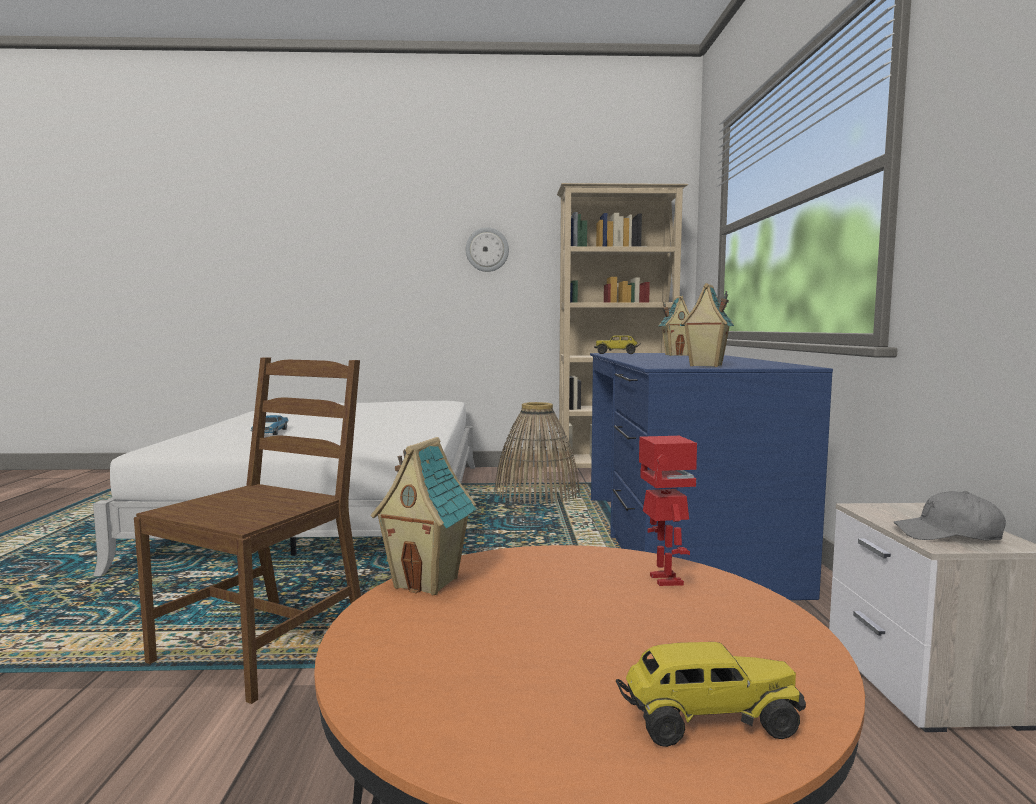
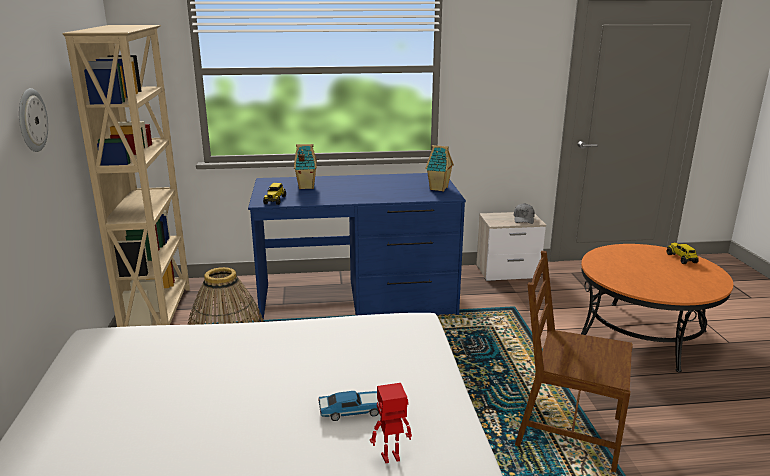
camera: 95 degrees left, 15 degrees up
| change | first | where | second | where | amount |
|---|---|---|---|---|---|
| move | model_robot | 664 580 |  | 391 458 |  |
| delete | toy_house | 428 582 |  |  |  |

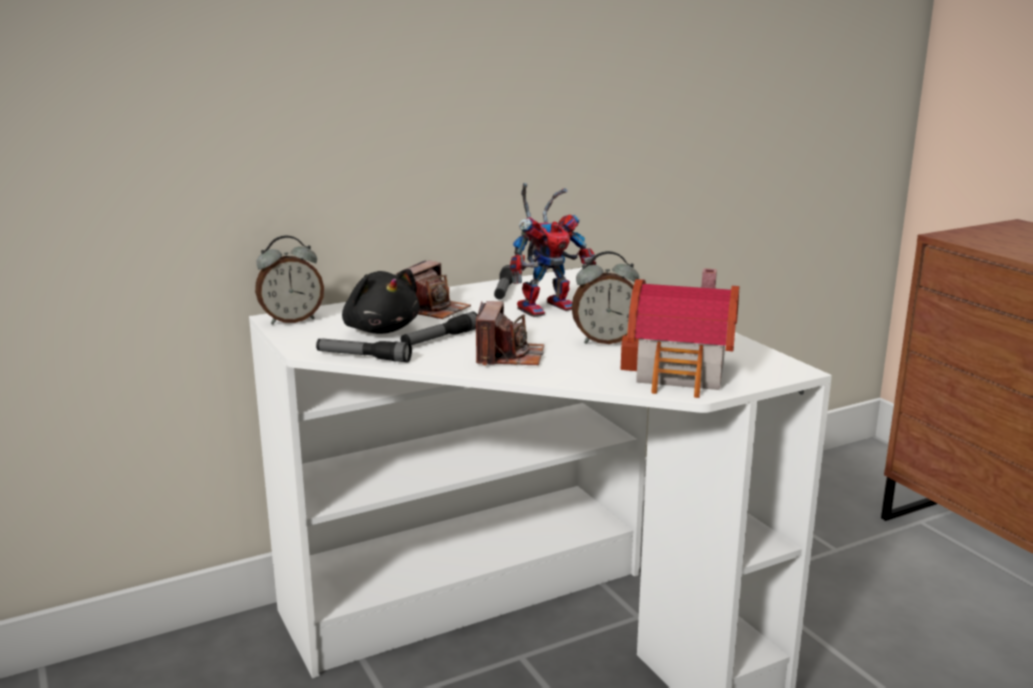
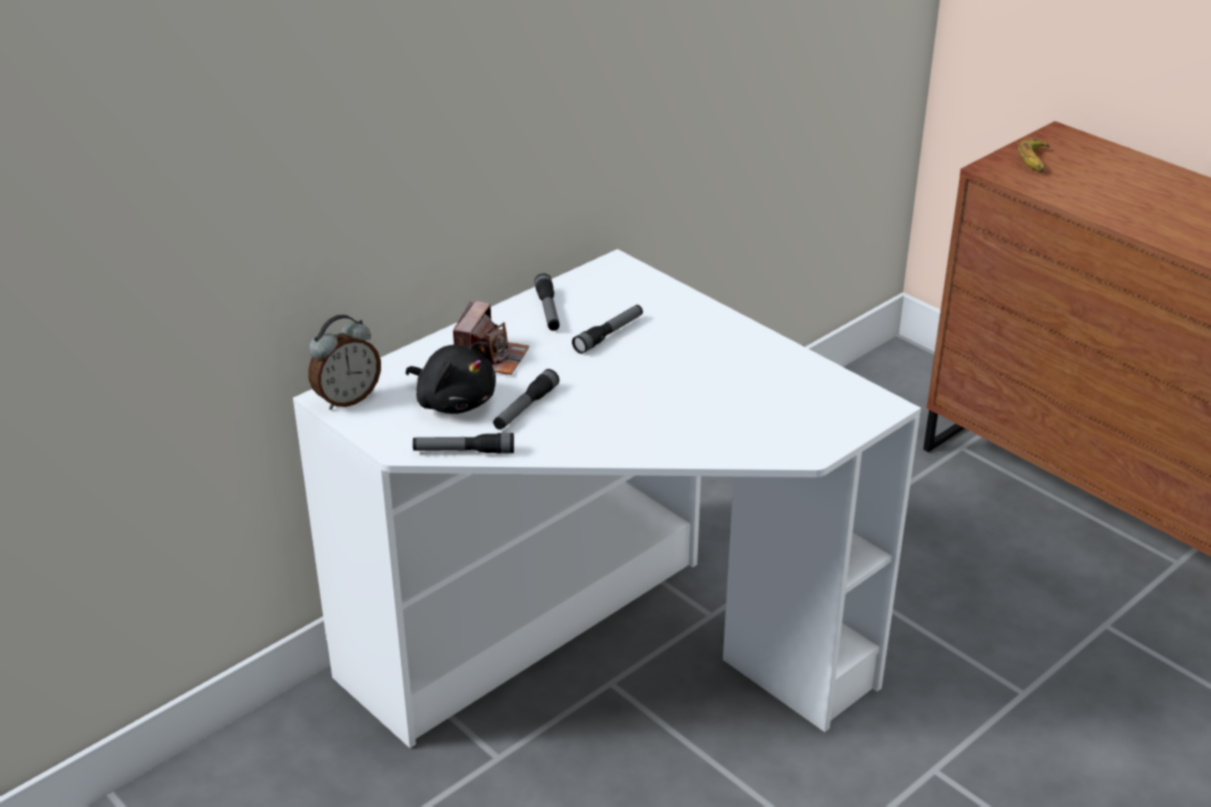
camera: 15 degrees left, 15 degrees up
| change | first | where | second | where | amount |
|---|---|---|---|---|---|
| replace | model_robot | 547 307 | torch | 609 335 |  |
| insert |  |  | banana_fruit | 1034 161 |  |
| delete | photo_camera | 509 356 |  |  |  |
| delete | table_clock | 605 340 |  |  |  |
| delete | toy_house | 683 374 |  |  |  |

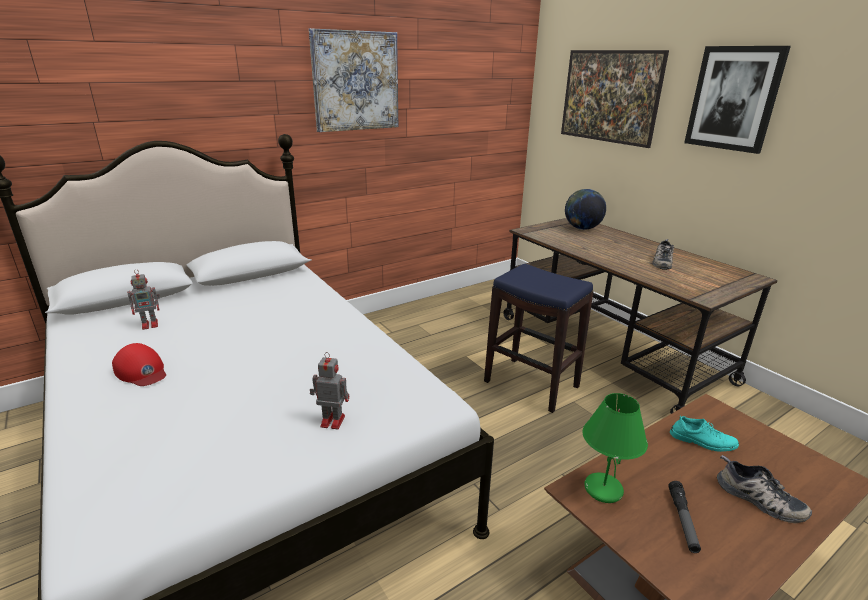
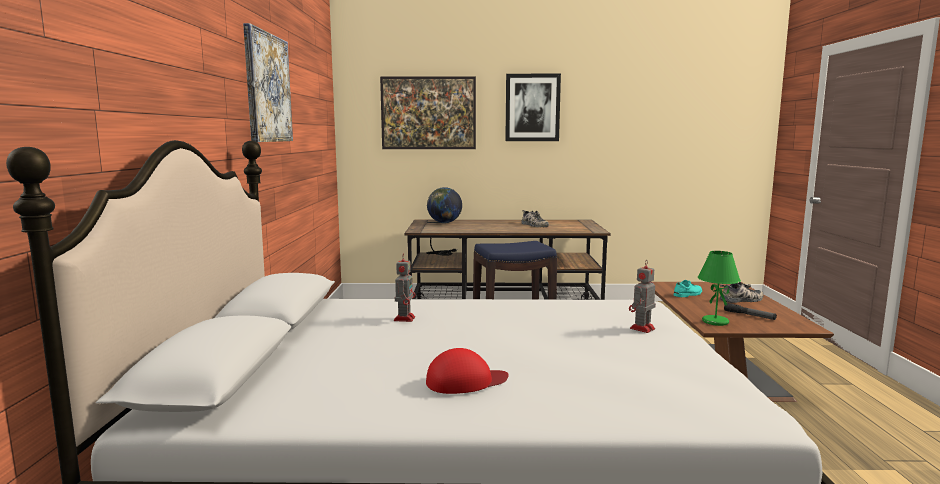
camera: 55 degrees left, 15 degrees down
| change | first | where | second | where | amount |
|---|---|---|---|---|---|
| move | model_robot | 151 324 |  | 404 318 |  |

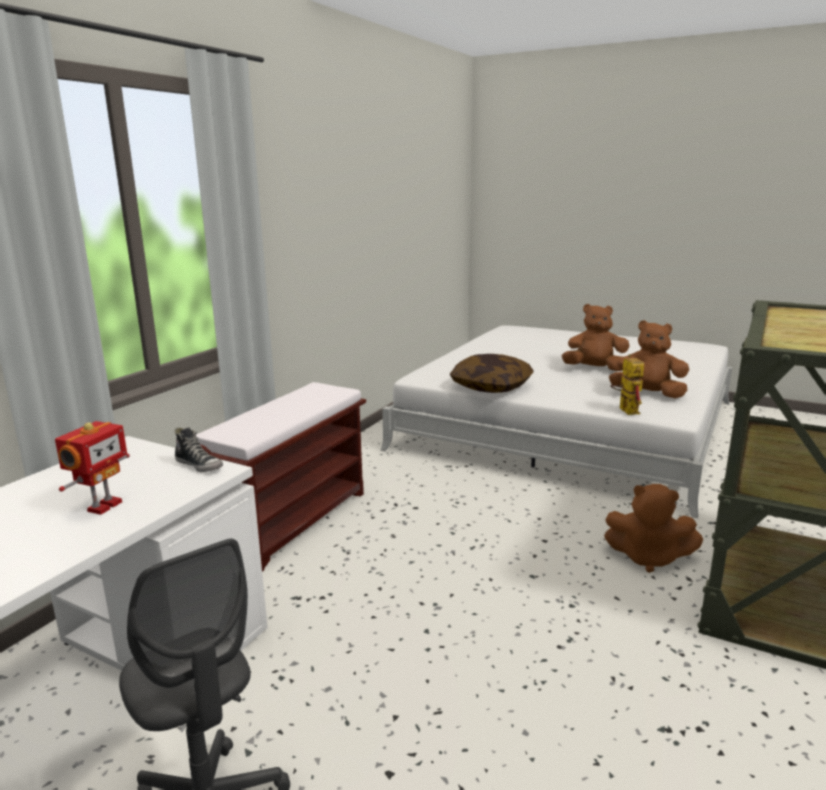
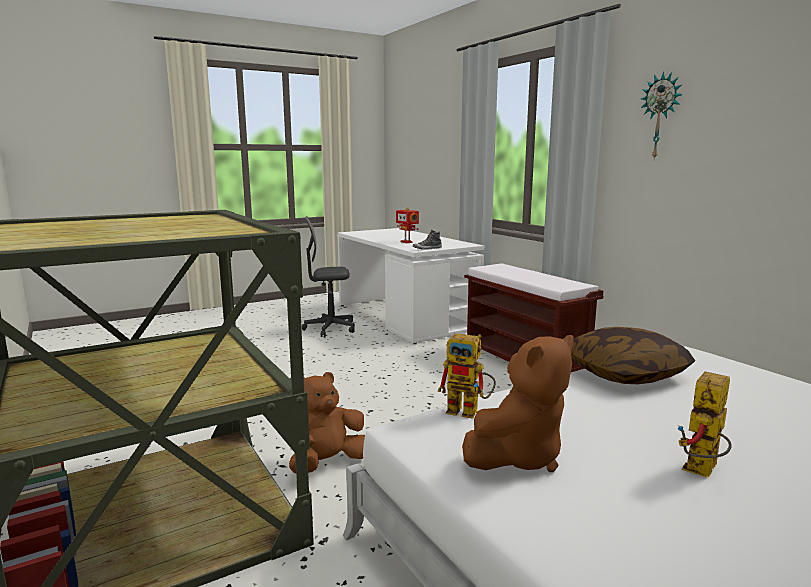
camera: 120 degrees right, 5 degrees down
| change | first | where | second | where | amount |
|---|---|---|---|---|---|
| insert |  |  | clock_on_the_wall | 660 116 |  |
| replace | brown-coloured_soft_toy | 594 369 | model_robot | 702 472 |  |

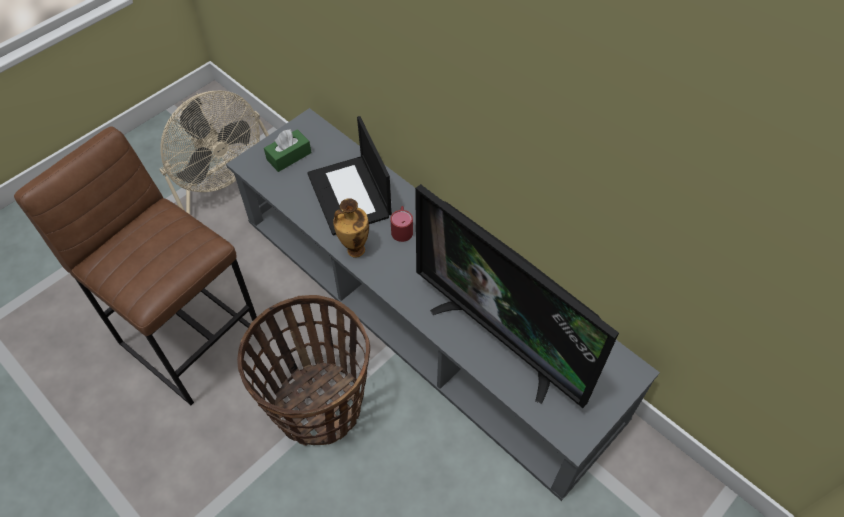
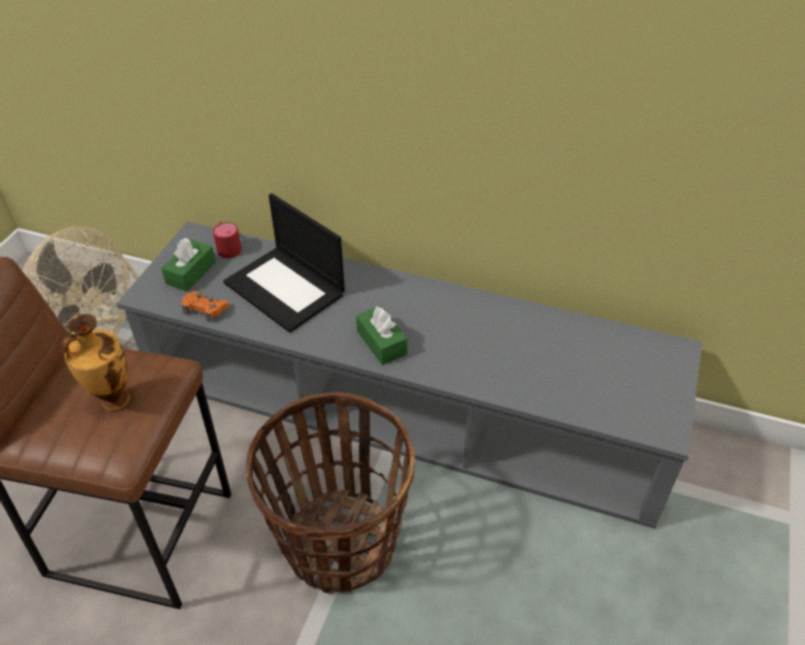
camera: 25 degrees left, 10 degrees down
| change | first | where | second | where | amount |
|---|---|---|---|---|---|
| move | flower_vase | 354 250 |  | 113 400 |  |
| insert |  |  | orangey_gamepad | 205 309 |  |
| move | red_coffee_mug | 402 228 |  | 227 246 |  |
| insert |  |  | green_tissue_holder | 381 342 |  |
| delete | TV_set | 501 338 |  |  |  |

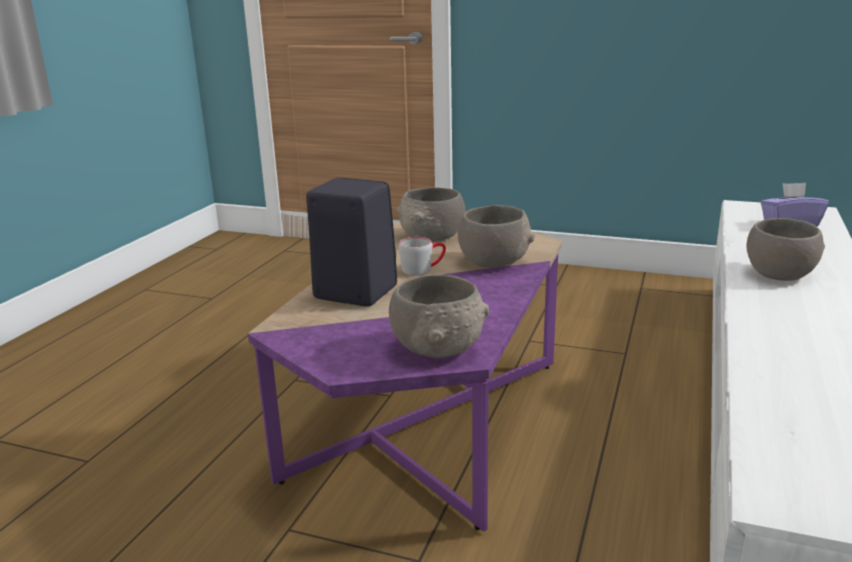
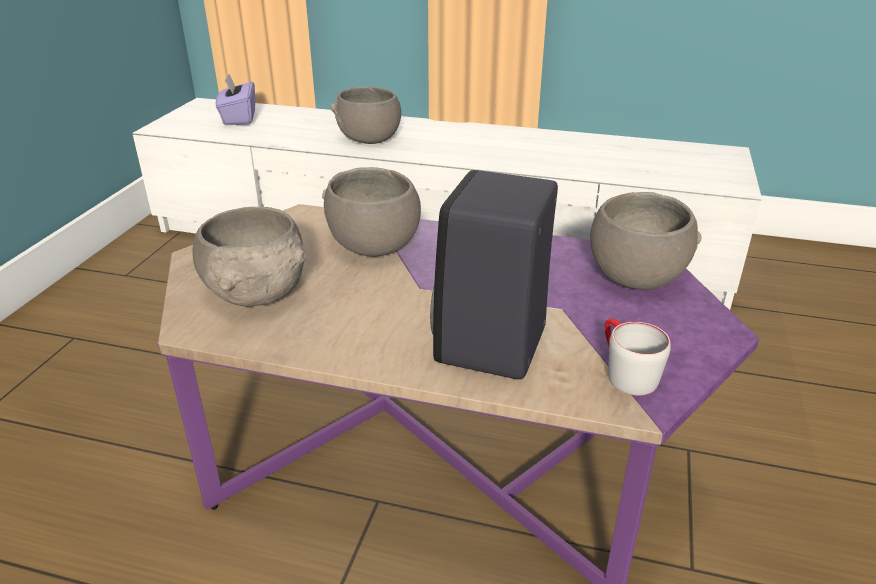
camera: 95 degrees left, 10 degrees up
| change | first | where | second | where | amount |
|---|---|---|---|---|---|
| move | grey_coffee_mug | 423 269 |  | 624 372 |  |

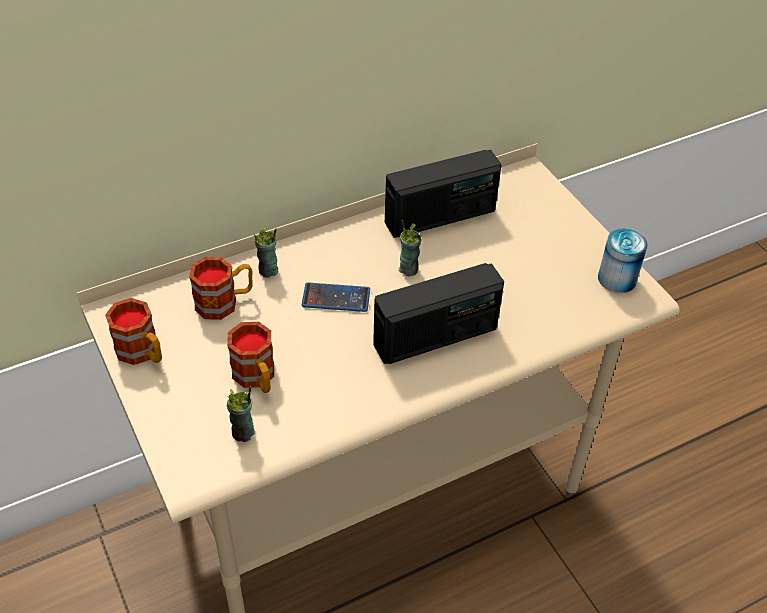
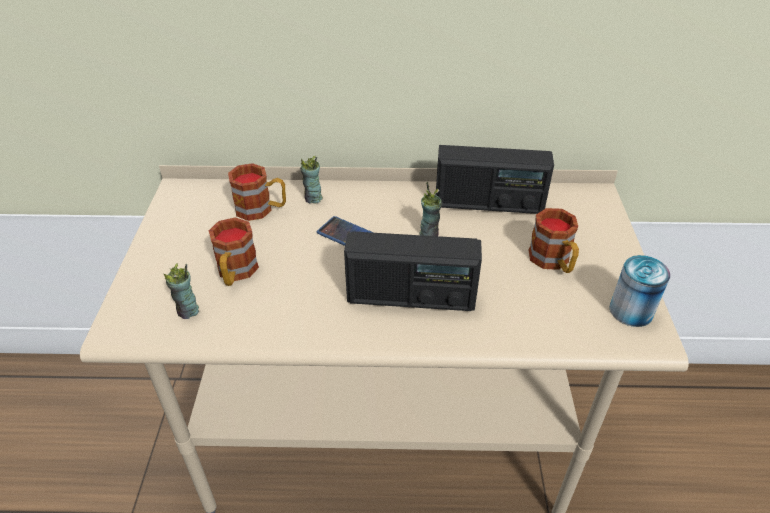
camera: 30 degrees right, 5 degrees down
| change | first | where | second | where | amount |
|---|---|---|---|---|---|
| move | coffee_mug | 142 353 |  | 553 262 |  |

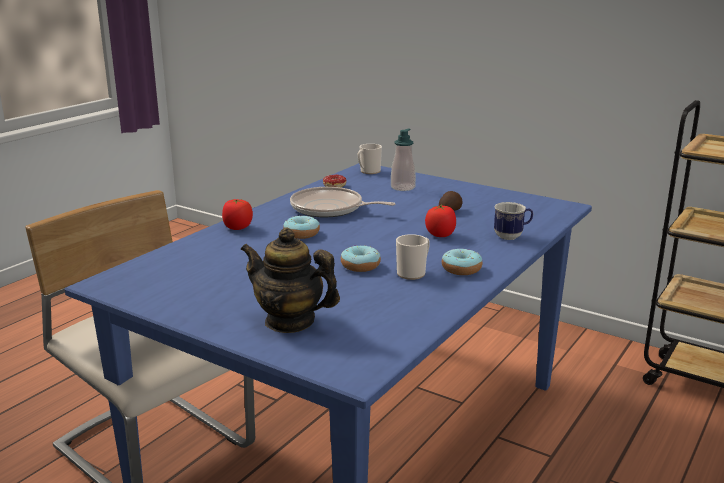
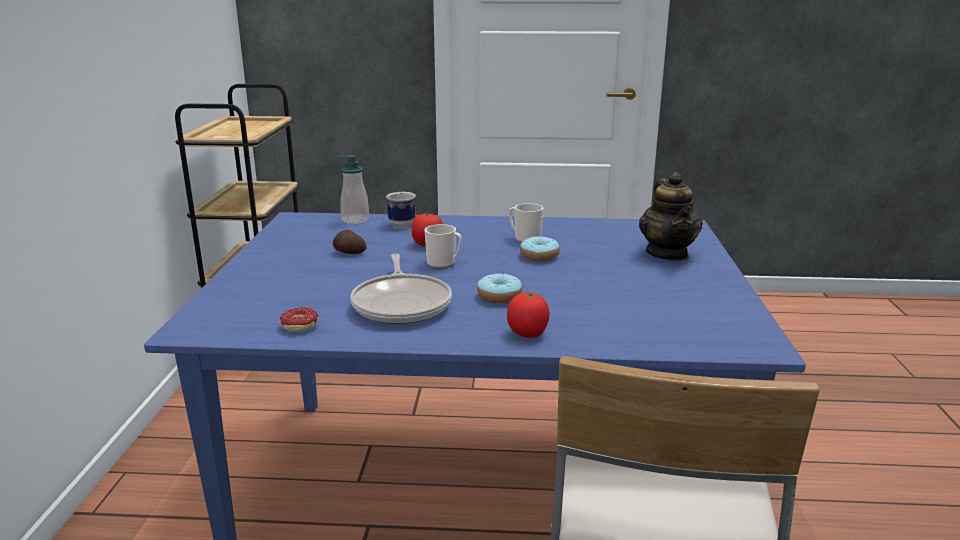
camera: 120 degrees left, 0 degrees up
| change | first | where | second | where | amount |
|---|---|---|---|---|---|
| move | liquid_soap_bottle | 402 187 |  | 355 220 |  |
| move | coffee_mug | 368 171 |  | 444 263 |  |
| delete | ring_doughnut | 461 269 |  |  |  |

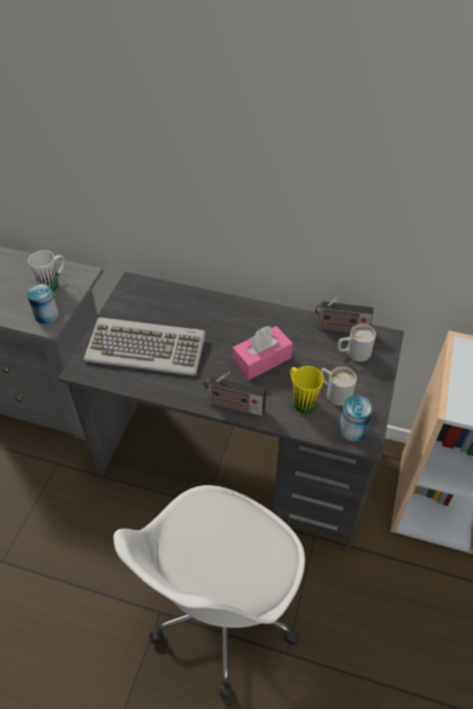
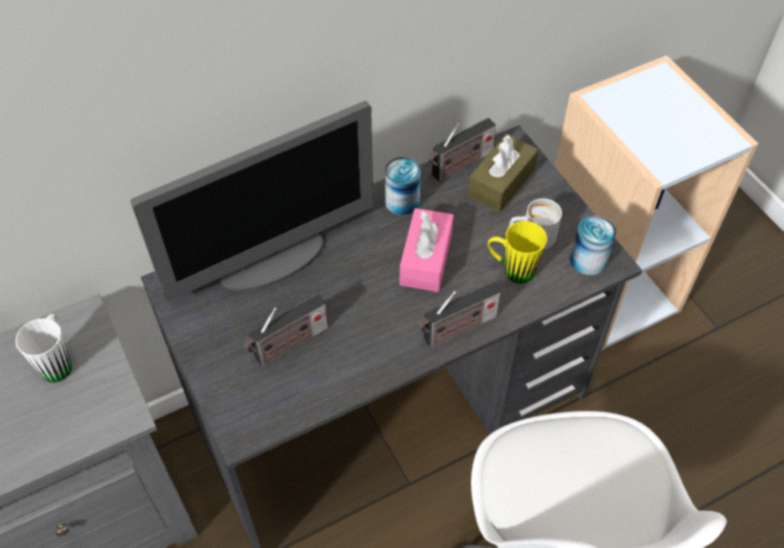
camera: 45 degrees left, 5 degrees up
| change | first | where | second | where | amount |
|---|---|---|---|---|---|
| insert |  |  | computer_screen | 273 261 |  |
| replace | computer_keyboard | 147 348 | radio_receiver | 288 345 |  |
| move | can | 46 315 |  | 402 201 |  |
| replace | whitish_coffee_mug | 353 353 | brown-coloured_tissue_holder | 501 183 |  |

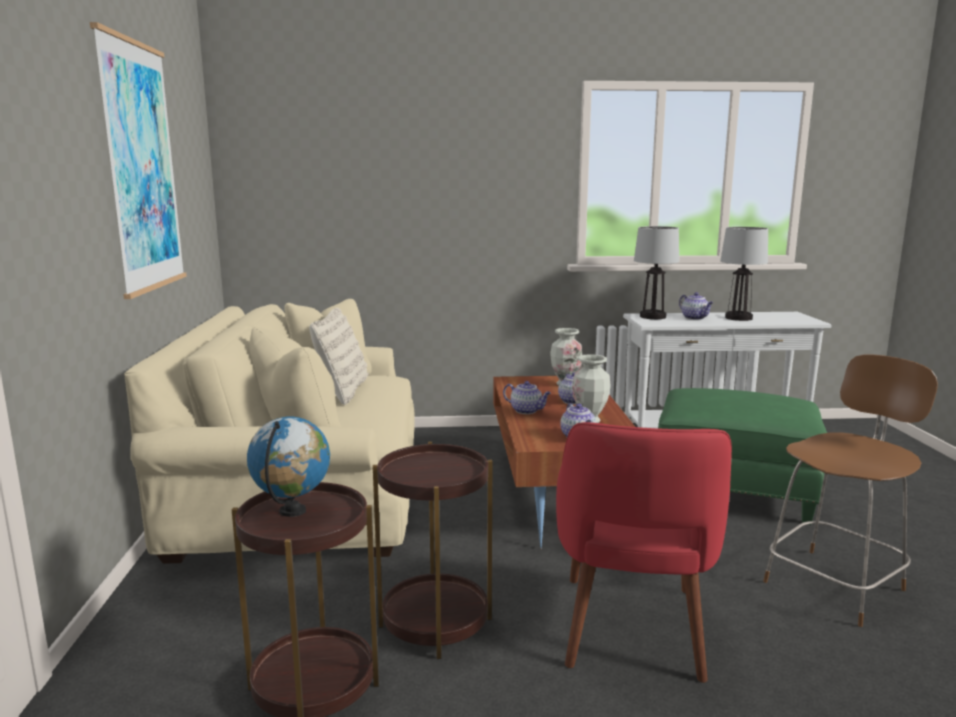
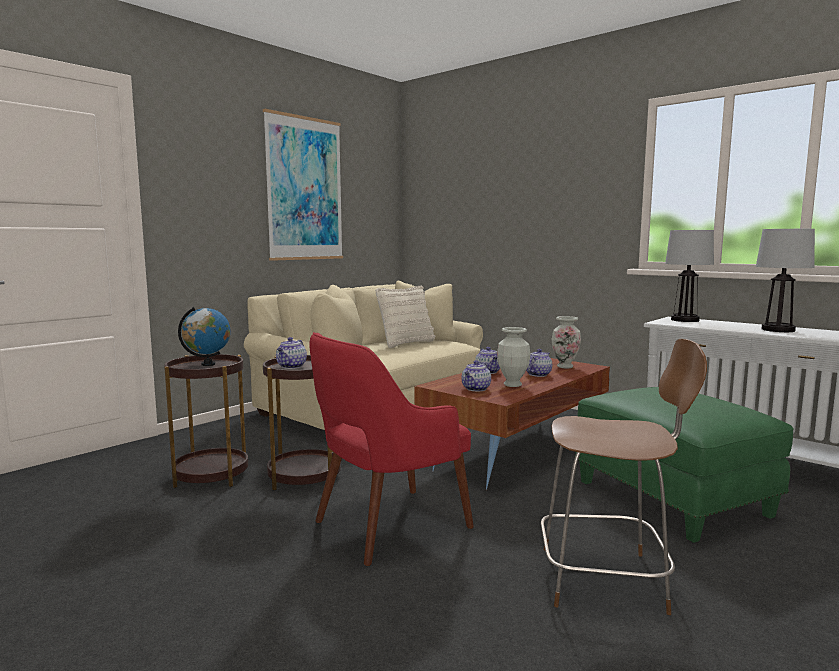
camera: 45 degrees right, 5 degrees down
| change | first | where | second | where | amount |
|---|---|---|---|---|---|
| move | teapot | 695 318 |  | 291 366 |  |

